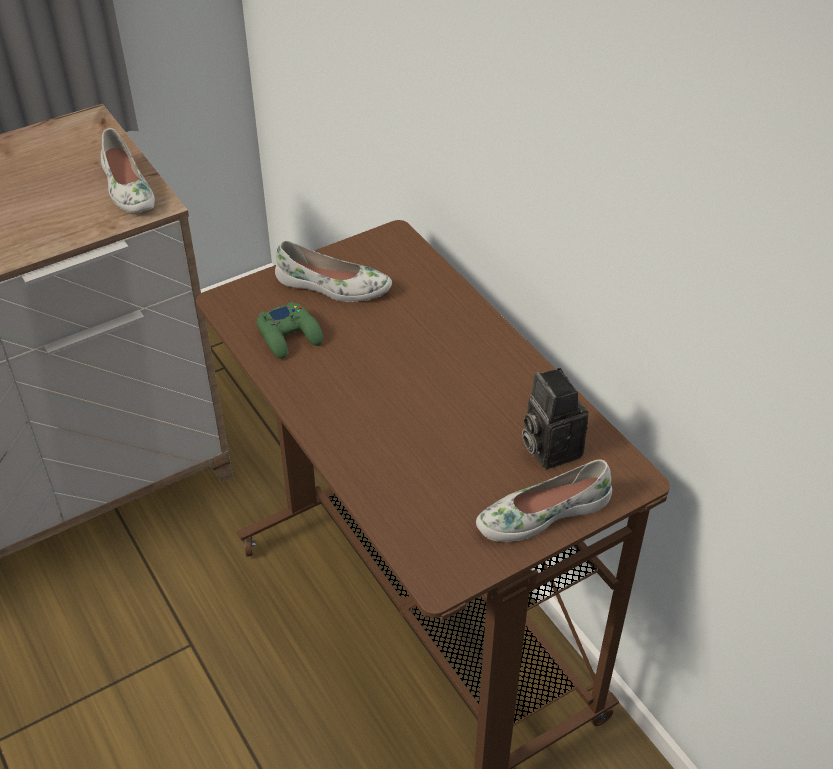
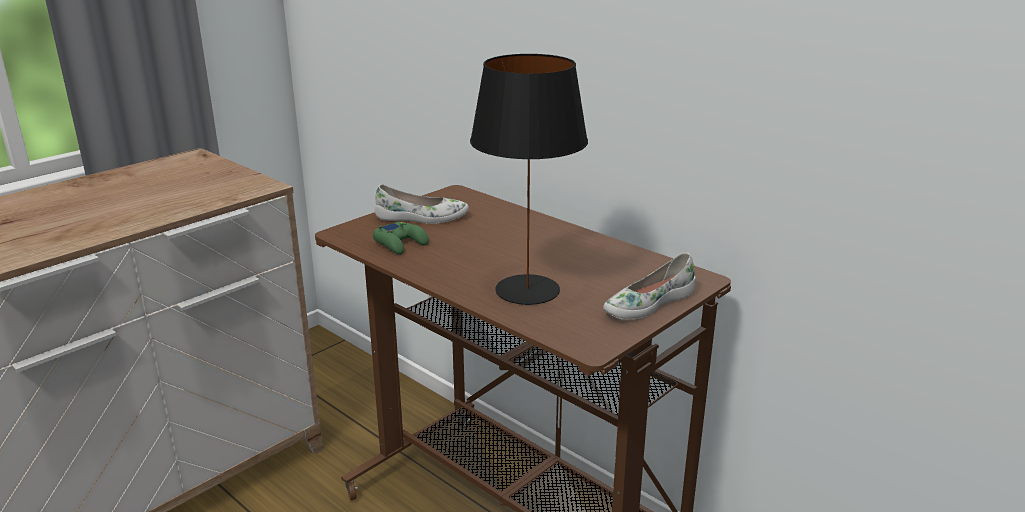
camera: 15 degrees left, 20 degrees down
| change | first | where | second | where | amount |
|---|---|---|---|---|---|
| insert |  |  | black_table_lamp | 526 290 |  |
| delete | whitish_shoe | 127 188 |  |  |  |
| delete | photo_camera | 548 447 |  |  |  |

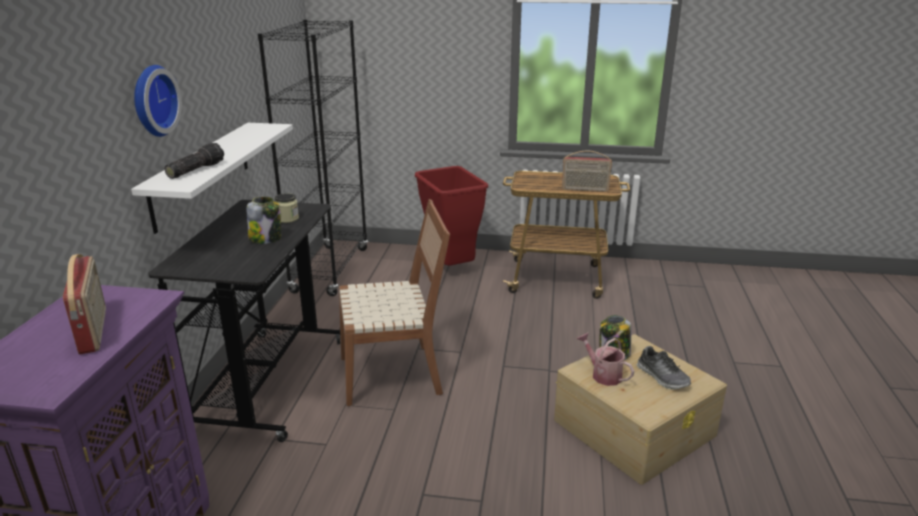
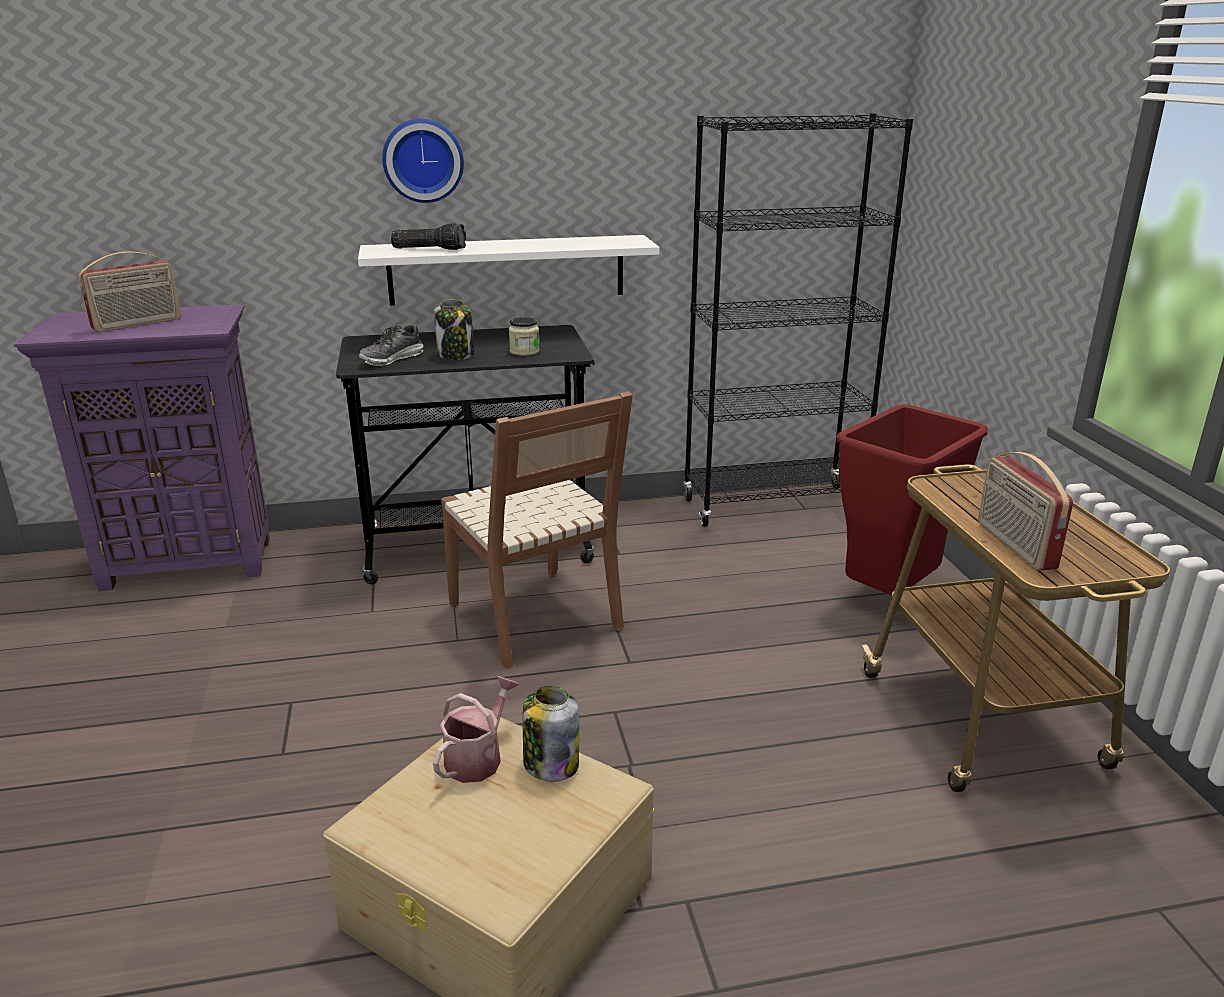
camera: 70 degrees right, 0 degrees up
| change | first | where | second | where | amount |
|---|---|---|---|---|---|
| move | shoe | 662 377 |  | 392 359 |  |

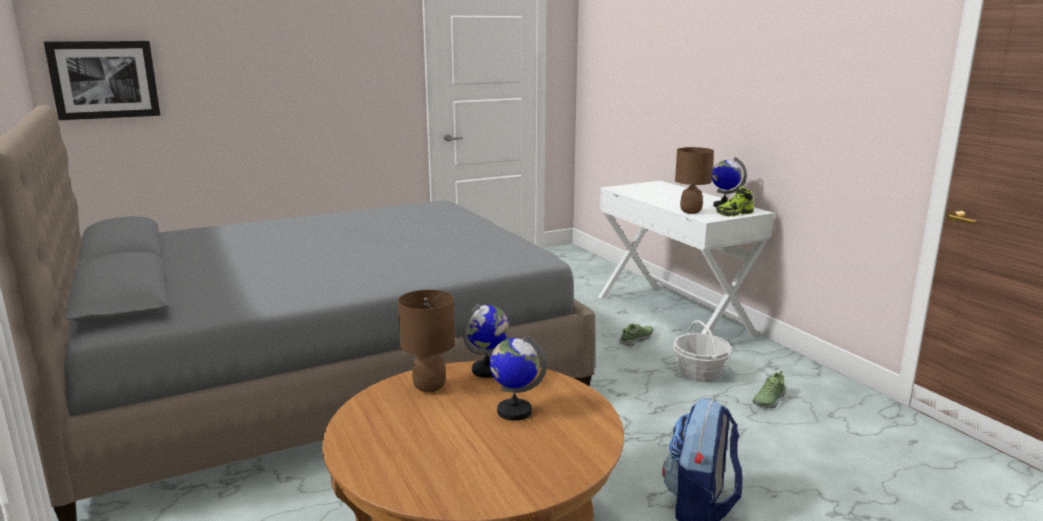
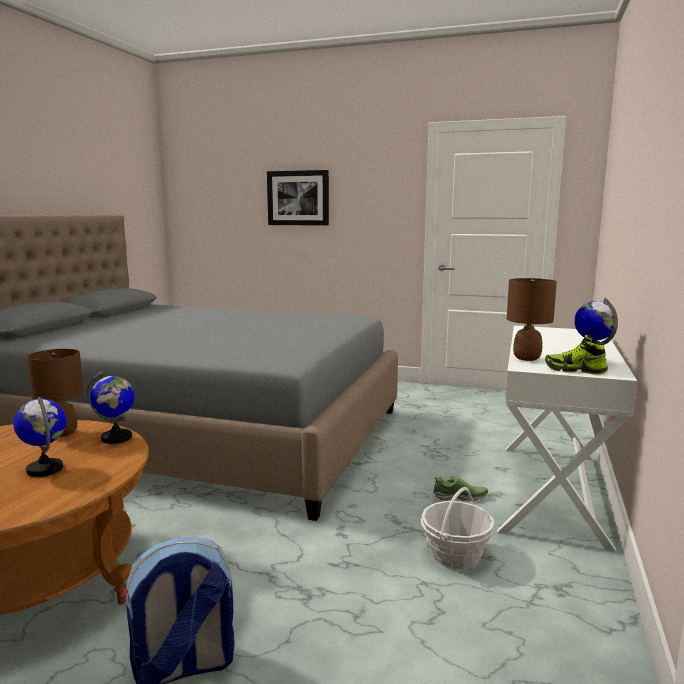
camera: 45 degrees right, 5 degrees down
| change | first | where | second | where | amount |
|---|---|---|---|---|---|
| move | picture | 104 79 |  | 298 198 |  |
| delete | shoe | 768 400 |  |  |  |

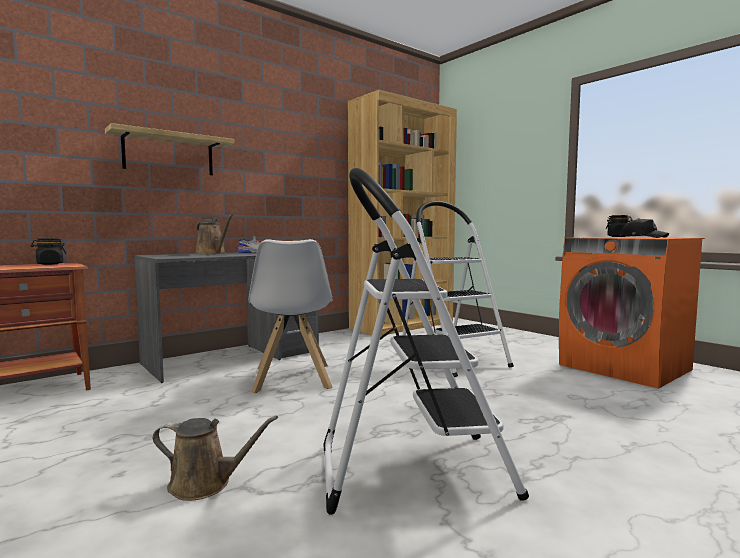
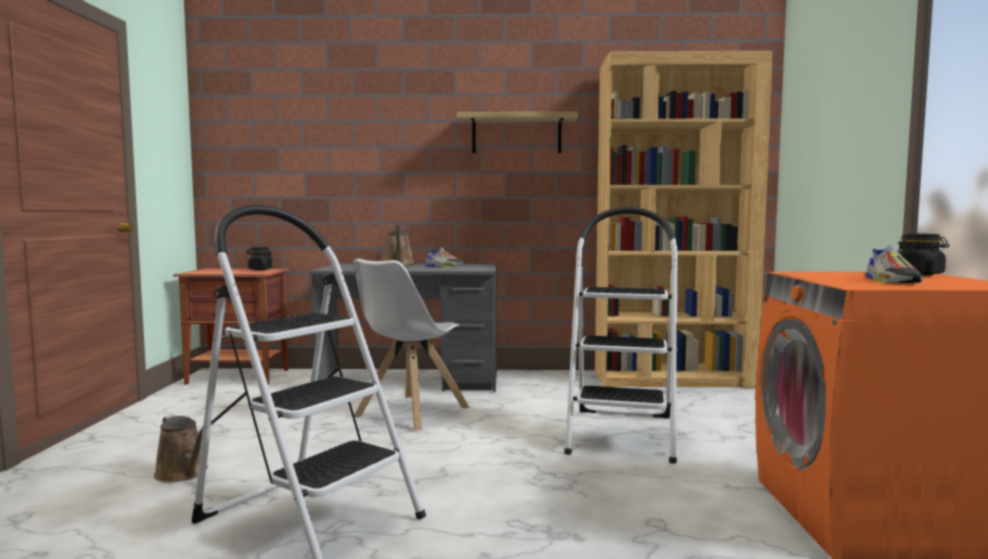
camera: 40 degrees right, 0 degrees up
| change | first | where | second | where | amount |
|---|---|---|---|---|---|
| move | shelf | 169 154 |  | 516 134 |  |
| replace | black_baseball_cap | 642 237 | shoe | 892 281 |  |

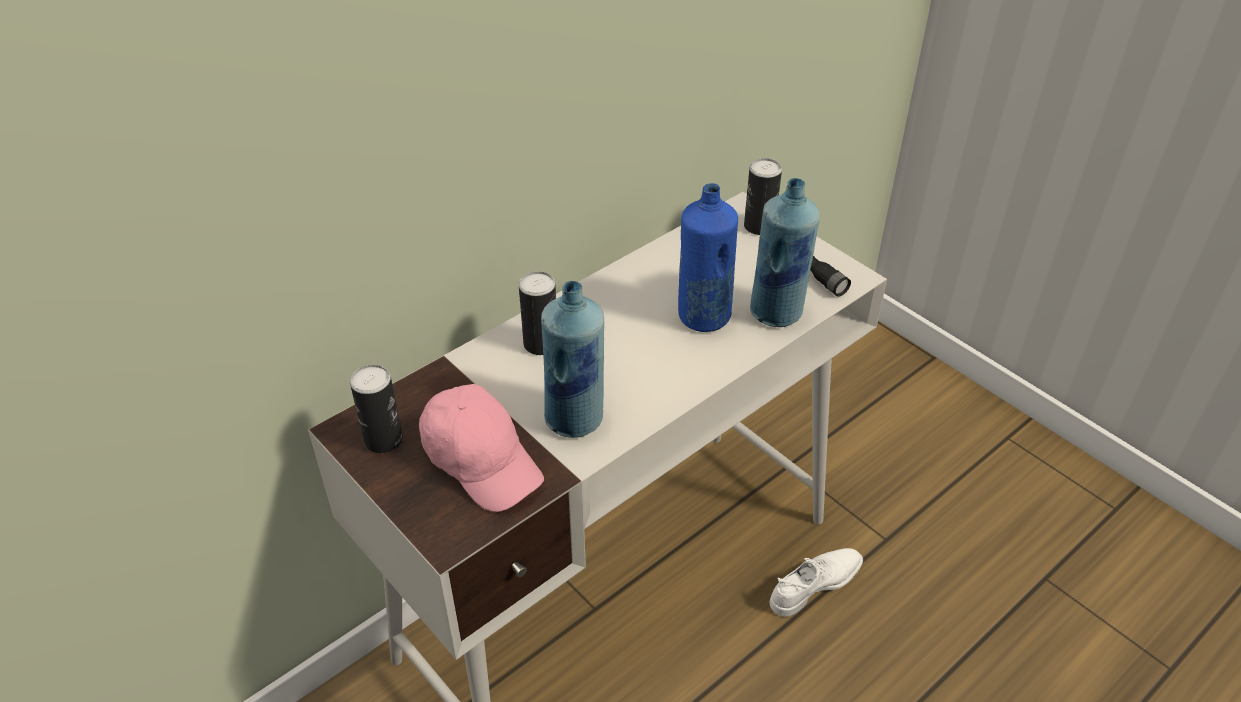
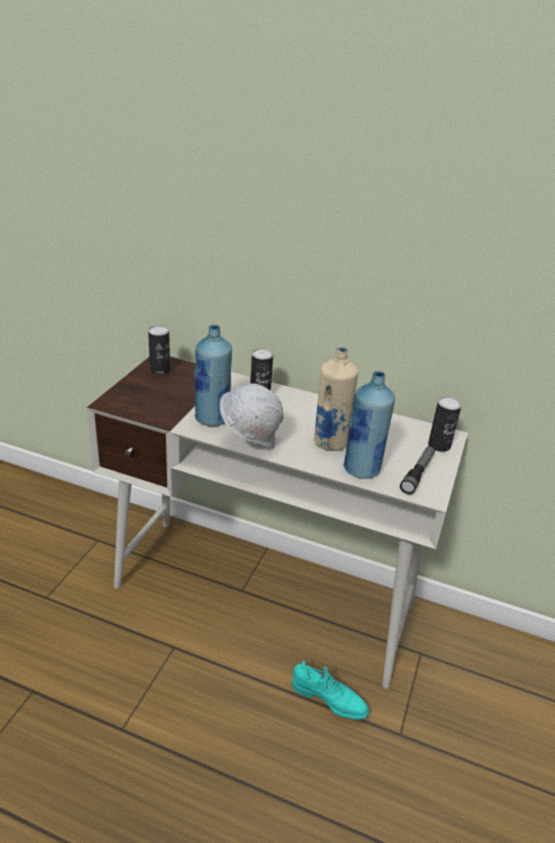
camera: 60 degrees right, 10 degrees down
| change | first | where | second | where | amount |
|---|---|---|---|---|---|
| insert |  |  | whitish_work_helmet | 250 442 |  |
| recolor | whitish_shoe | 815 586 | turquoise-coloured_shoe | 329 699 |  |
| recolor | blue_bottle | 703 317 | beige_bottle | 330 442 |  |
| delete | pink_baseball_cap | 482 461 |  |  |  |

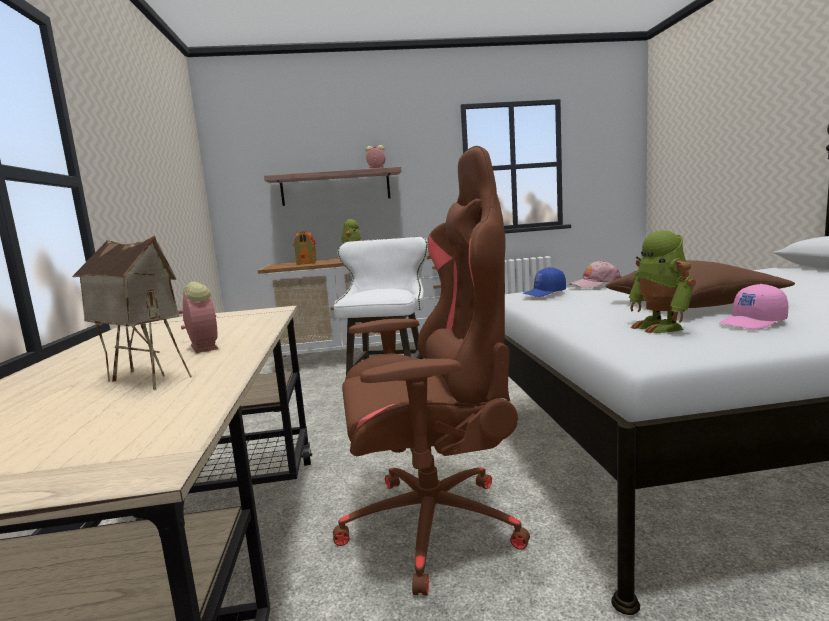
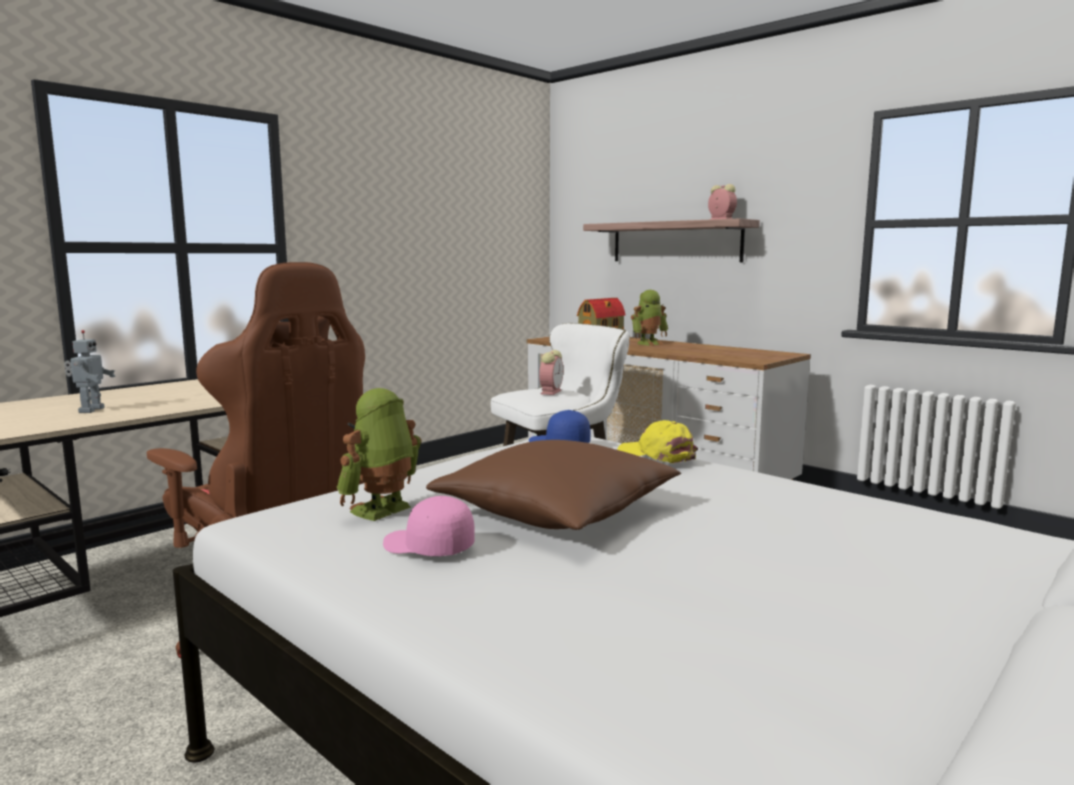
camera: 50 degrees right, 0 degrees up
| change | first | where | second | where | amount |
|---|---|---|---|---|---|
| replace | toy_house | 143 379 | model_robot | 90 410 |  |
| move | table_clock | 203 347 |  | 551 392 |  |
| recolor | pink_baseball_cap | 595 284 | yellow-coloured_baseball_cap | 657 455 |  |

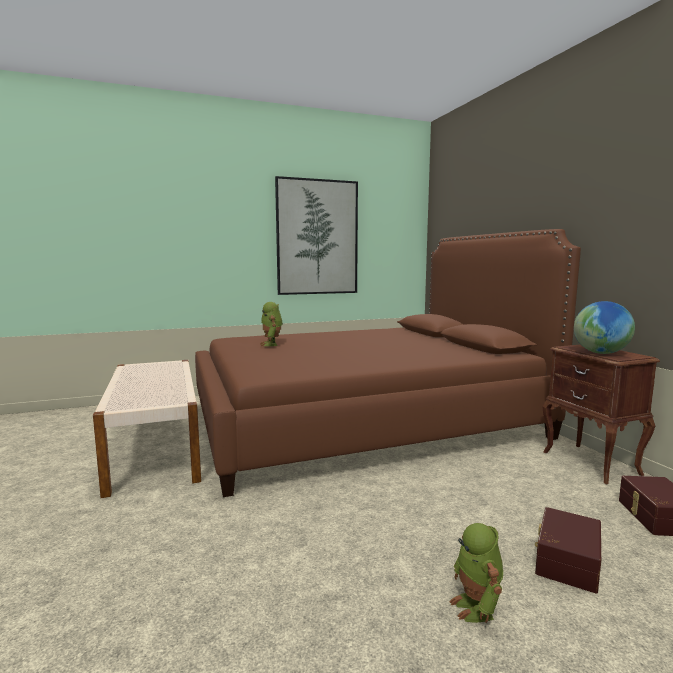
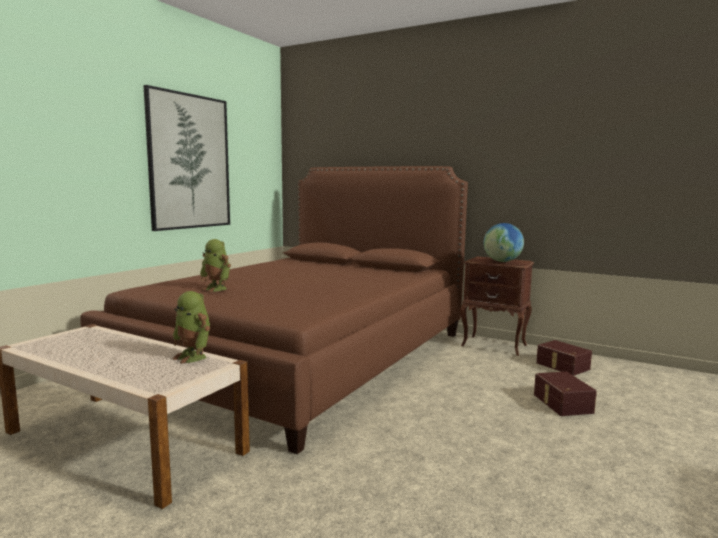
camera: 40 degrees left, 0 degrees up
| change | first | where | second | where | amount |
|---|---|---|---|---|---|
| move | model_robot | 476 607 |  | 193 356 |  |

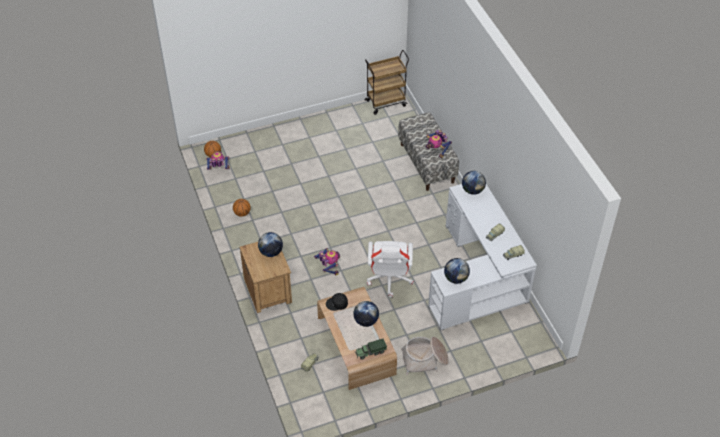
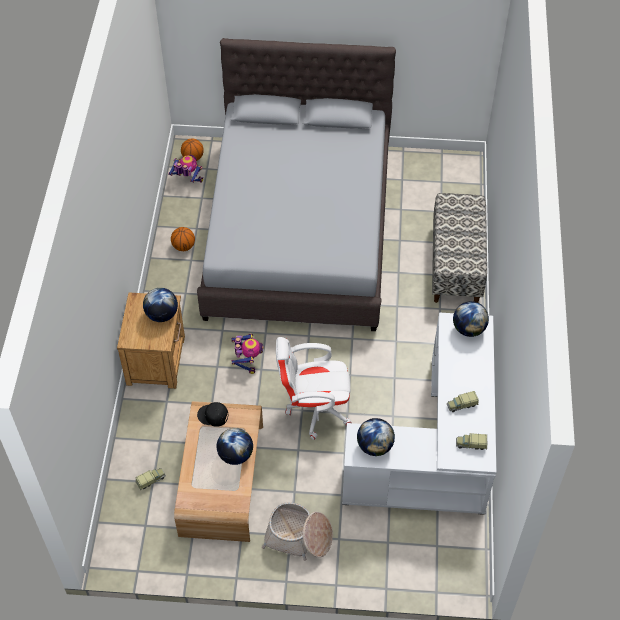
camera: 25 degrees right, 5 degrees up
| change | first | where | second | where | amount |
|---|---|---|---|---|---|
| insert |  |  | grey_bed | 299 230 |  |
| rotate | whitish_office_chair | 389 282 |  | 313 409 | 60 degrees clockwise |
| delete | toy_truck | 370 352 |  |  |  |
| delete | brown-coloured_trolley | 386 103 |  |  |  |
| delete | model_robot | 436 151 |  |  |  |

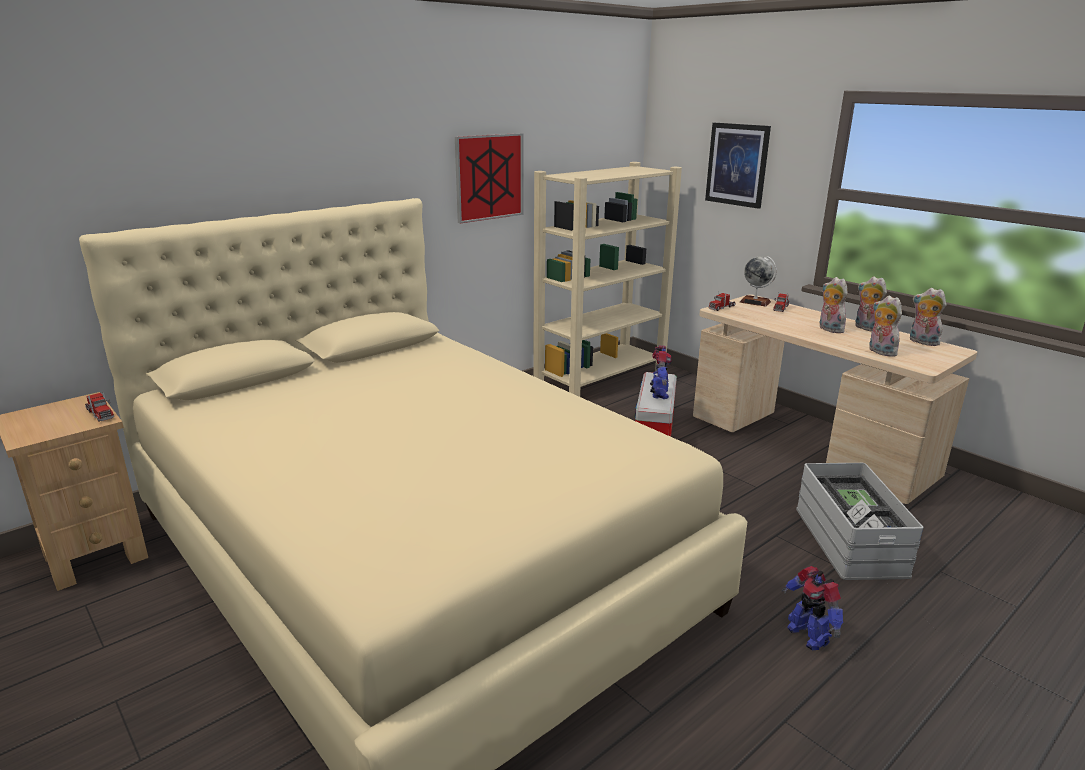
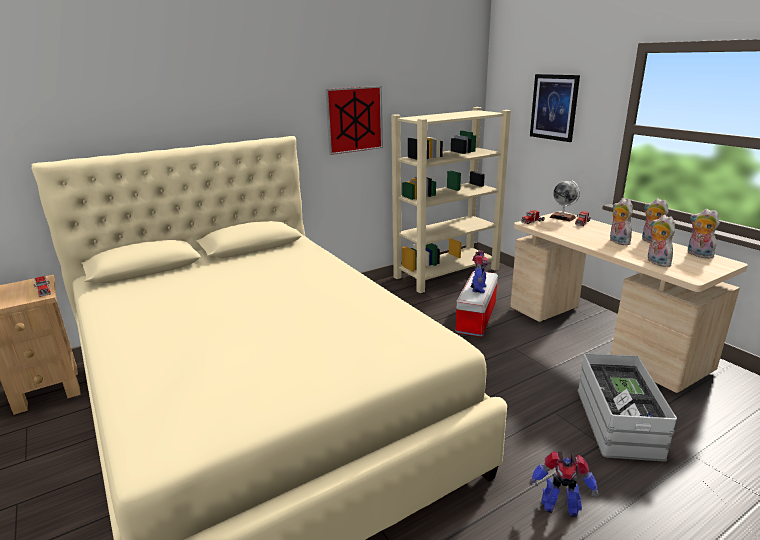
camera: 10 degrees right, 0 degrees up
| change | first | where | second | where | amount |
|---|---|---|---|---|---|
| rotate | model_robot | 807 635 |  | 559 505 | 60 degrees counterclockwise |

